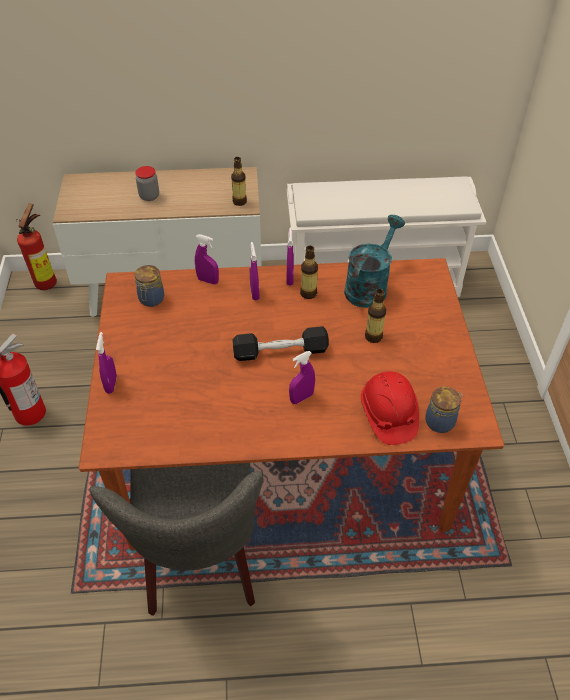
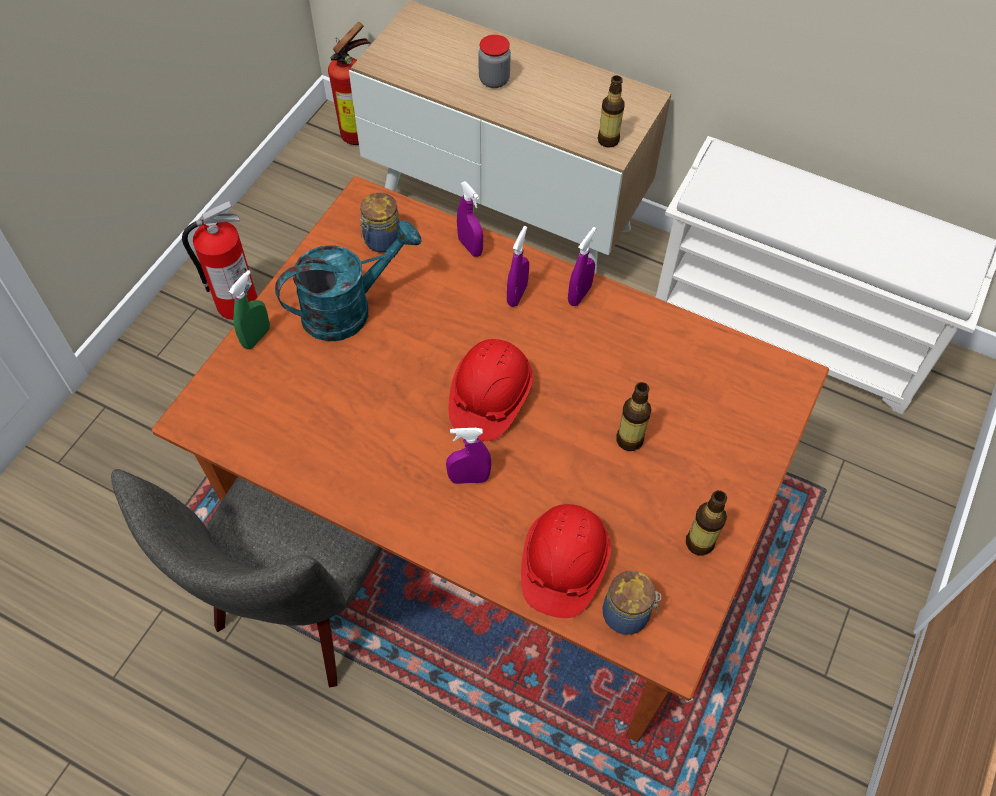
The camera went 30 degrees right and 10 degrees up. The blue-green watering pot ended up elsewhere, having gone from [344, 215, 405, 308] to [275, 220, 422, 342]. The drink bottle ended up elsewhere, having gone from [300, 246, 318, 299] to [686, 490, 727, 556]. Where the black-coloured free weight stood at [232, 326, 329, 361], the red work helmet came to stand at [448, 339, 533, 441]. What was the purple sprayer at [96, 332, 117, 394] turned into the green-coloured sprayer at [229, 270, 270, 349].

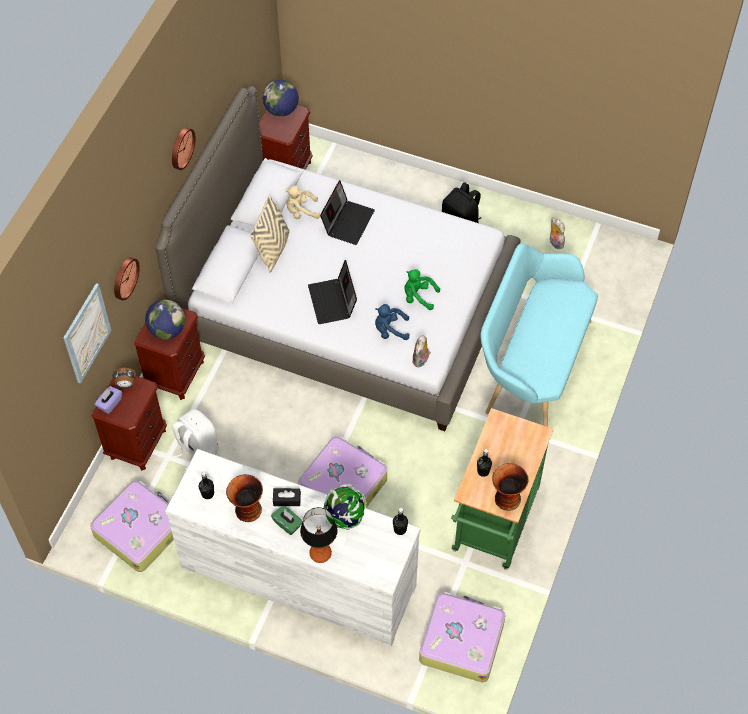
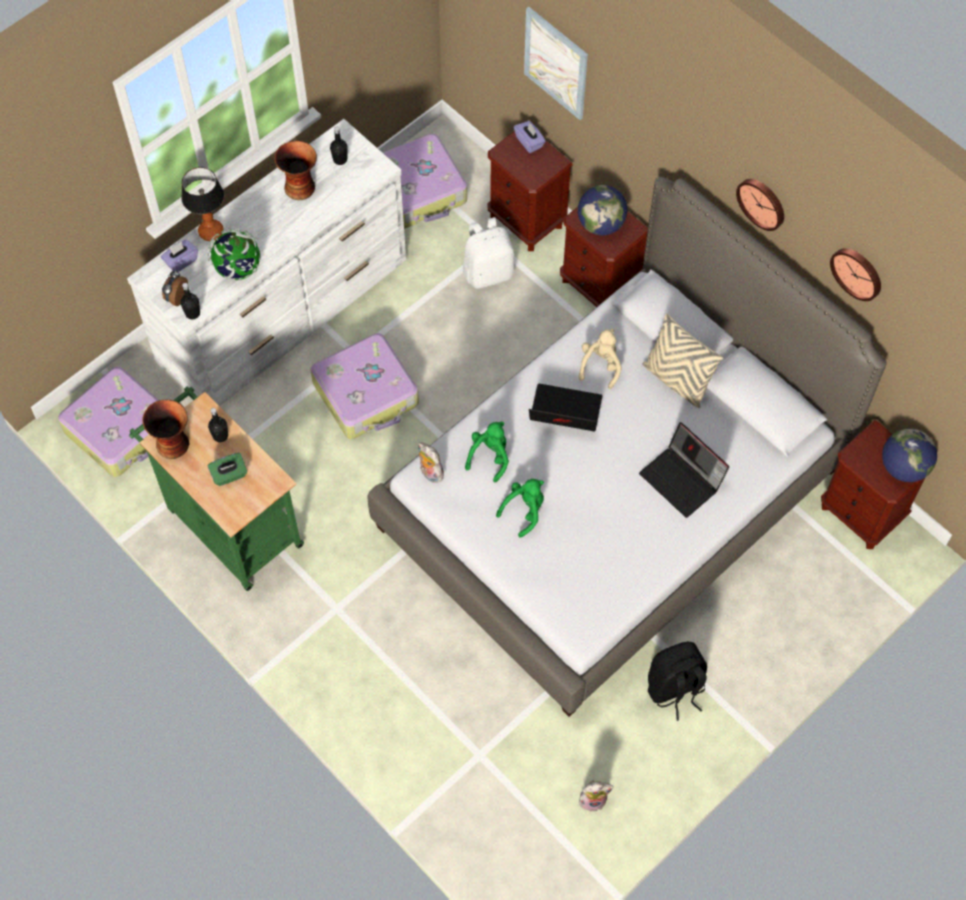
The camera went 115 degrees right and 5 degrees up. The beige-coloured plush toy ended up elsewhere, having gone from [286, 185, 320, 219] to [579, 329, 622, 389]. The second view lost the blue-green indoor bench at [481, 243, 598, 427]. The clock on the wall ended up elsewhere, having gone from [114, 257, 140, 301] to [830, 248, 881, 301]. What was the bluish plush toy at [375, 304, 410, 340] turned into the green-coloured plush toy at [465, 421, 509, 482]. The bedside clock ended up elsewhere, having gone from [112, 368, 136, 388] to [162, 270, 188, 306]. The second view lost the black-coloured tissue box at [273, 488, 301, 506]. The green-coloured tissue box ended up elsewhere, having gone from [271, 506, 303, 535] to [208, 453, 247, 486]. The second view gained the purple tissue box at [161, 240, 198, 272].

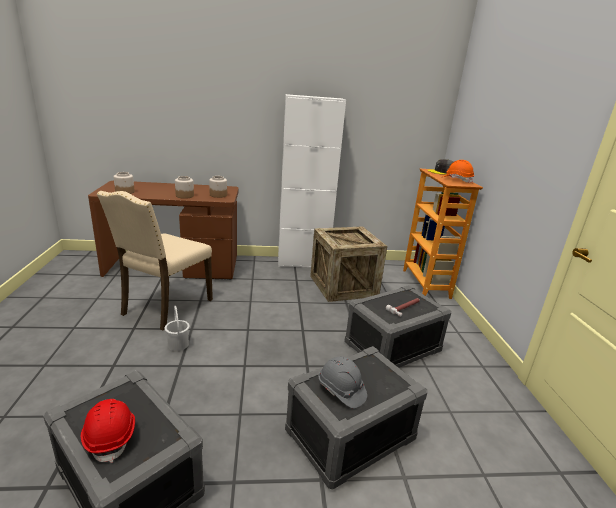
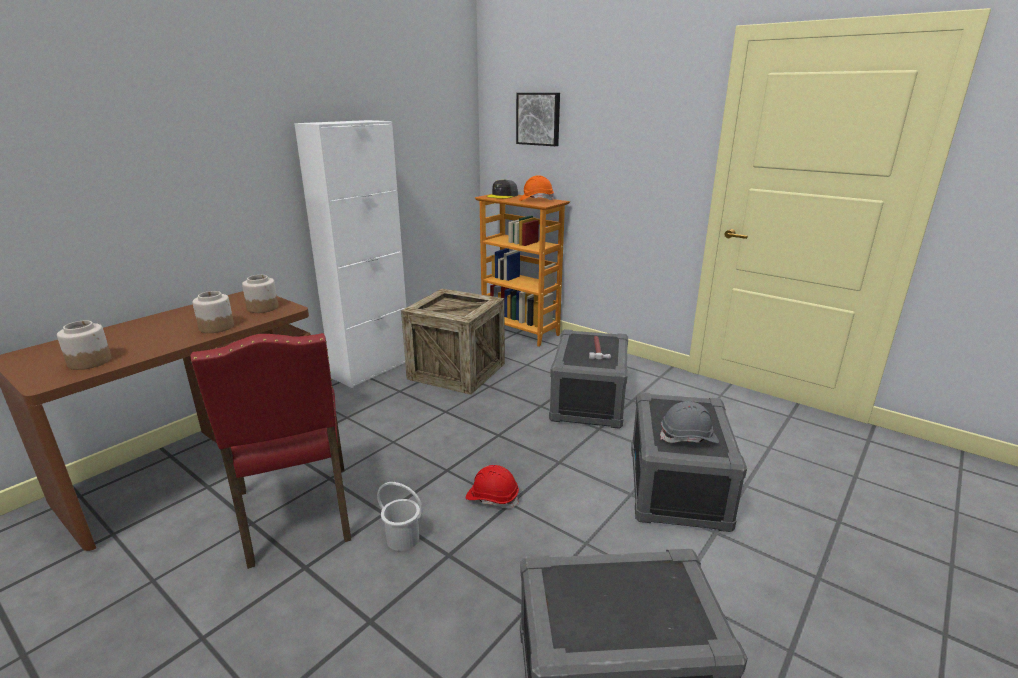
The camera went 45 degrees left and 0 degrees up. What was the beige-coloured upright chair at [97, 191, 213, 330] turned into the red upright chair at [190, 333, 351, 569]. The red work helmet ended up elsewhere, having gone from [81, 399, 135, 463] to [466, 465, 519, 509]. The second view gained the picture at [516, 93, 560, 146].

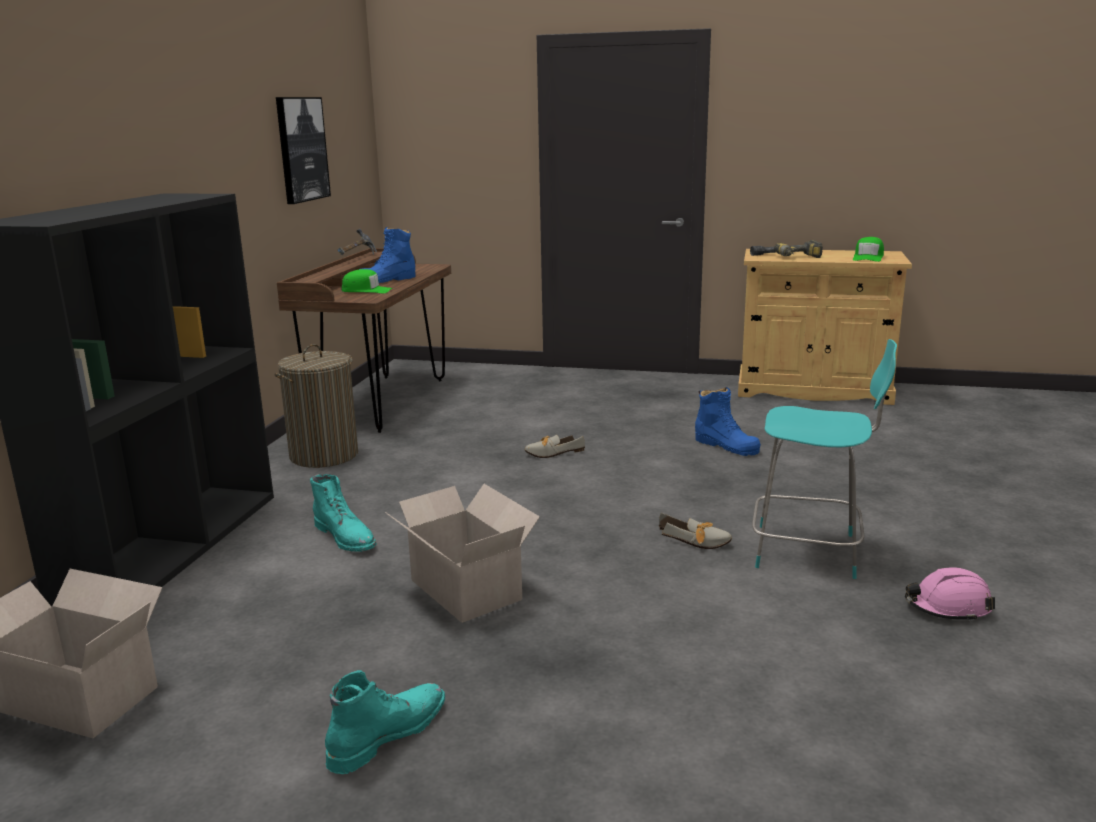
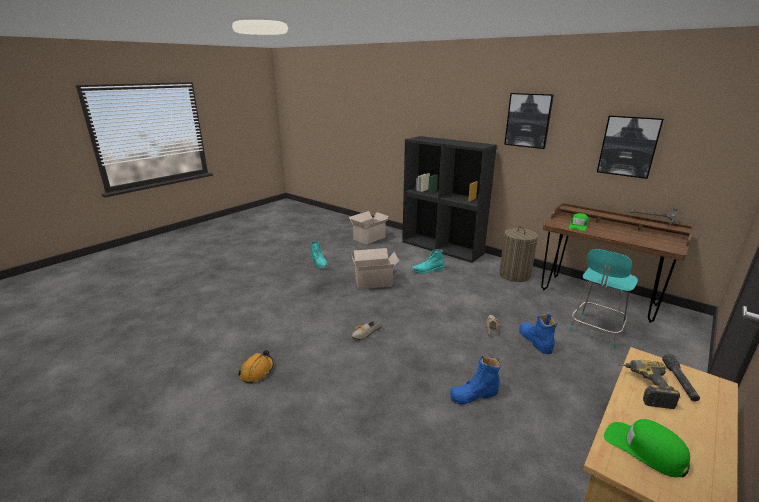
The camera went 115 degrees right and 5 degrees up. The bluish tall boot ended up elsewhere, having gone from [363, 227, 416, 283] to [519, 314, 557, 354]. The blue-green upright chair ended up elsewhere, having gone from [752, 339, 897, 579] to [569, 249, 638, 348]. What was the pinkish work helmet at [905, 567, 995, 622] turned into the orange-coloured work helmet at [238, 350, 274, 383]. The second view gained the picture at [504, 93, 554, 149].

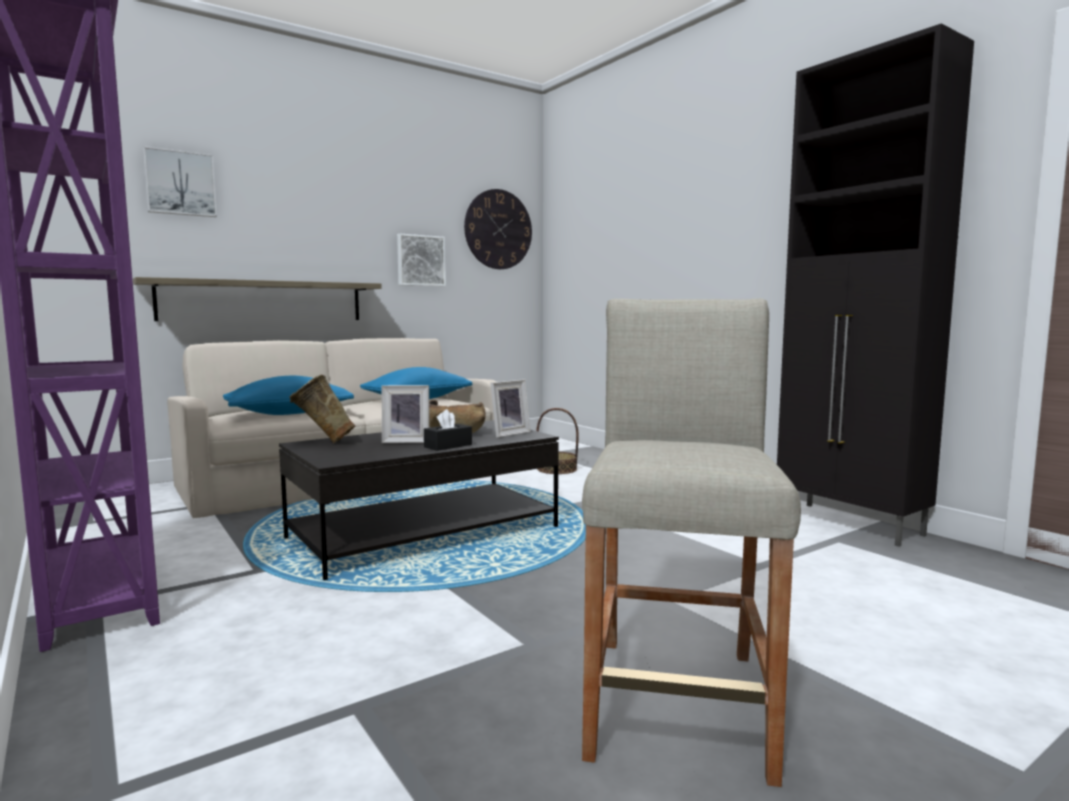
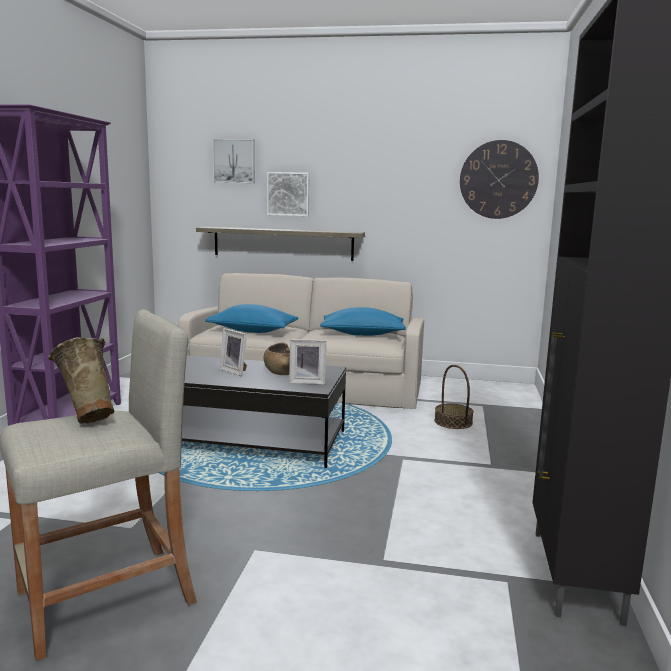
The camera went 45 degrees right and 5 degrees up. The picture ended up elsewhere, having gone from [397, 234, 446, 286] to [267, 172, 310, 216]. The beige-coloured decorative vase ended up elsewhere, having gone from [289, 375, 355, 443] to [48, 337, 114, 424]. The second view lost the black-coloured tissue box at [424, 409, 472, 451].

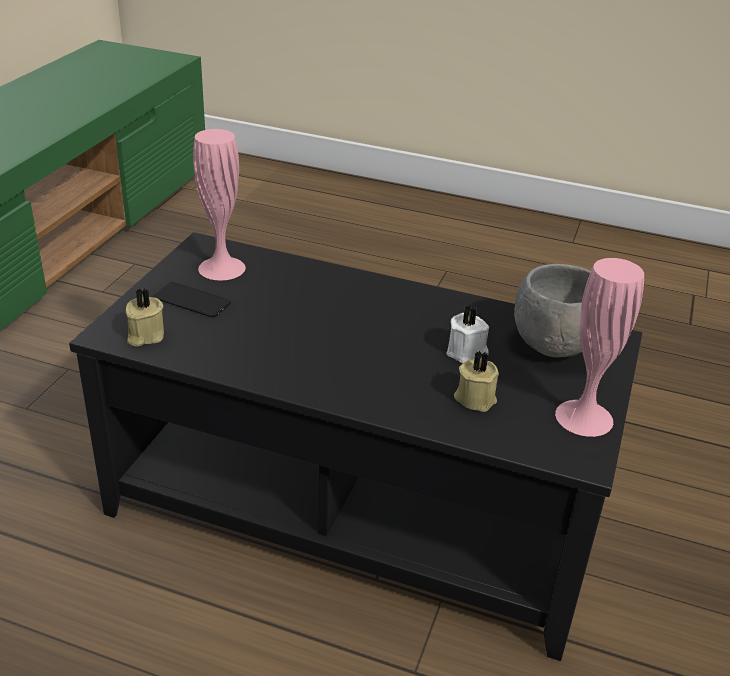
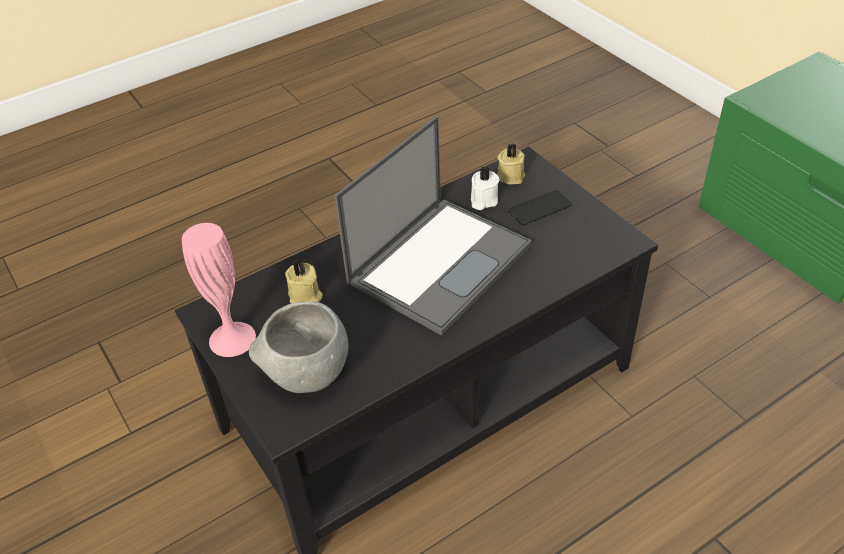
The camera went 130 degrees right and 10 degrees up. The second view lost the pinkish decorative vase at [193, 129, 246, 280]. The whitish candle ended up elsewhere, having gone from [447, 306, 489, 363] to [471, 166, 500, 210]. The second view gained the laptop at [334, 116, 532, 336].

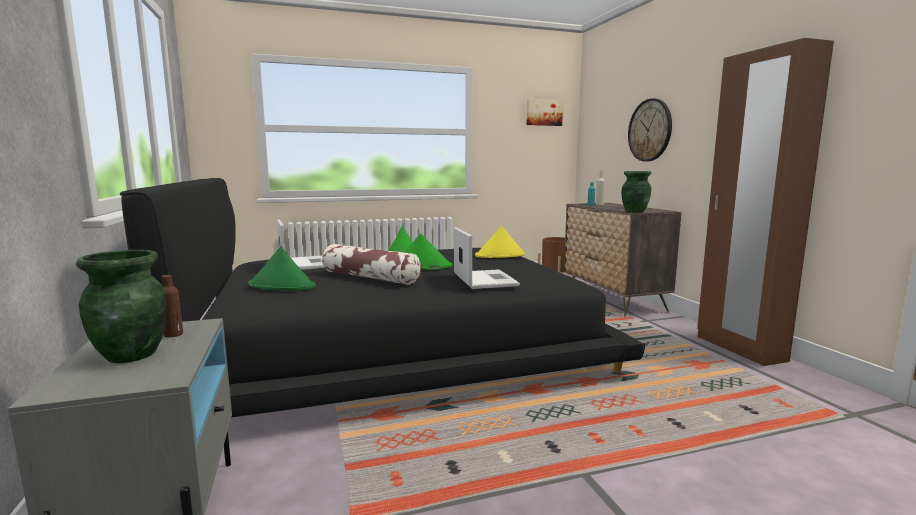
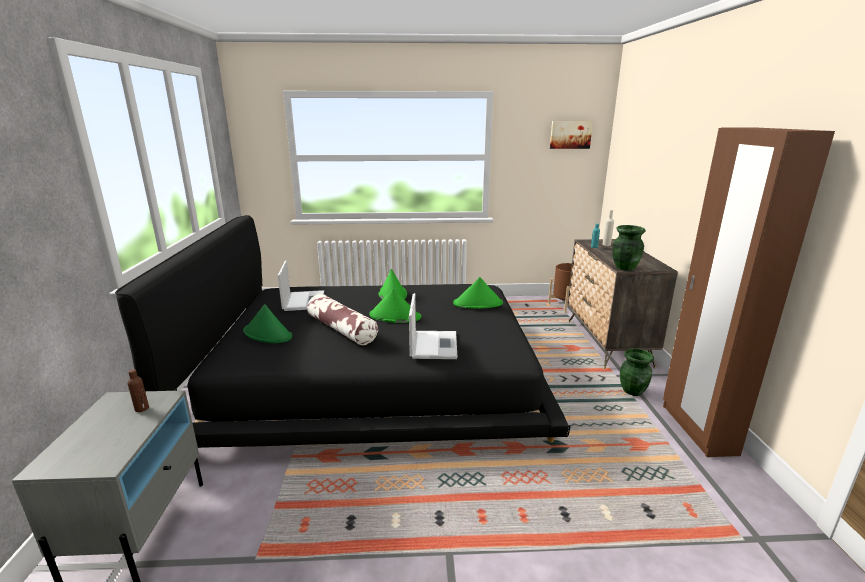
The camera went 15 degrees right and 10 degrees up. The second view lost the clock on the wall at [628, 98, 672, 162]. What was the yellow hat at [475, 226, 525, 258] turned into the green-coloured hat at [453, 277, 503, 309]. The green-coloured decorative vase ended up elsewhere, having gone from [76, 250, 167, 363] to [620, 348, 654, 396].

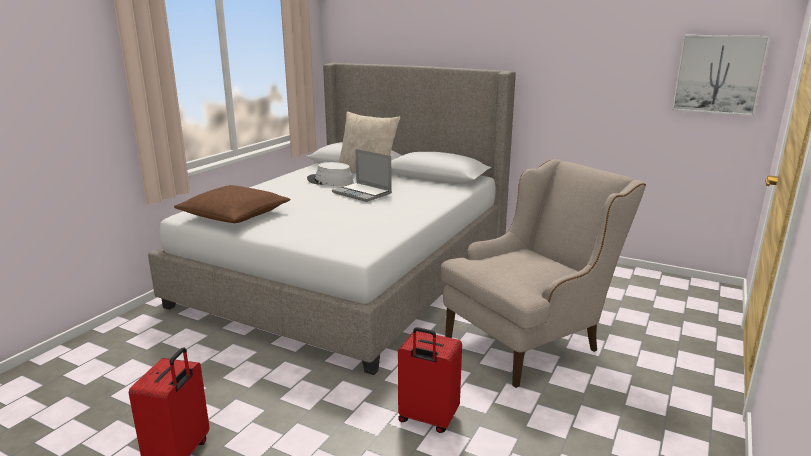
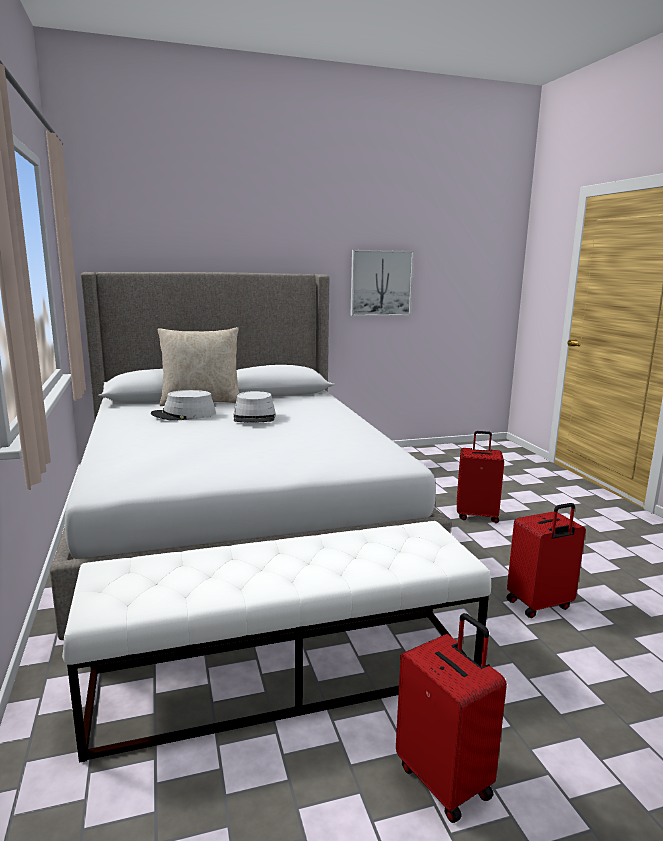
The camera went 45 degrees left and 5 degrees down. The picture ended up elsewhere, having gone from [672, 35, 770, 116] to [350, 250, 414, 316]. Where the laptop stood at [332, 149, 392, 202], the grey hat came to stand at [233, 391, 276, 423]. Where the beige-coloured easy chair stood at [441, 159, 646, 388], the red piece of luggage came to stand at [457, 431, 504, 523]. The second view lost the brownish throw pillow at [174, 185, 290, 223]. The second view gained the whitish indoor bench at [62, 521, 491, 763].

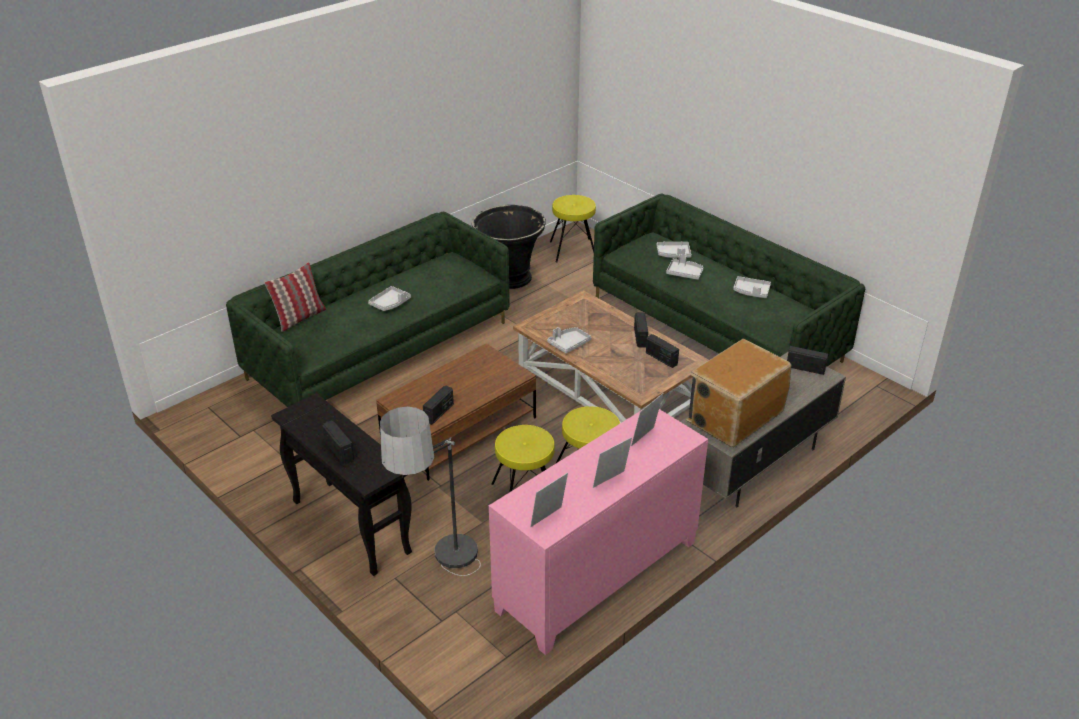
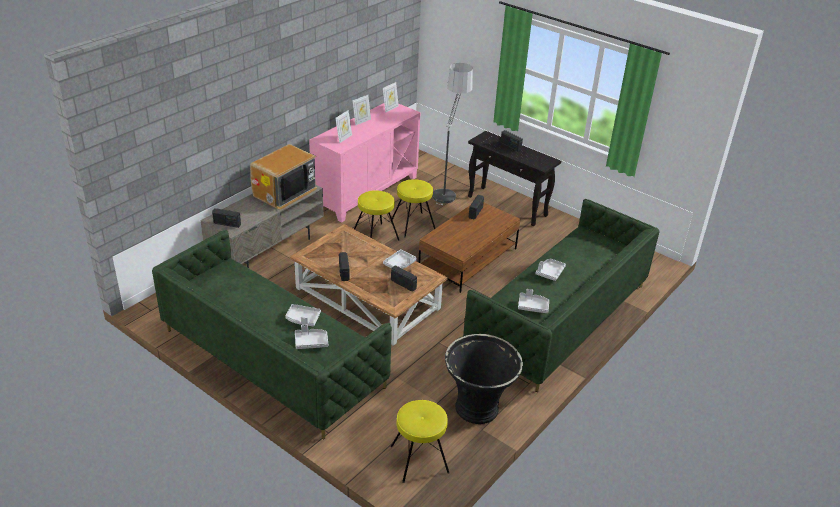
The camera went 170 degrees right and 0 degrees up. The second view lost the throw pillow at [265, 262, 326, 332]. The grey serving tray ended up elsewhere, having gone from [733, 276, 771, 298] to [518, 289, 549, 313]. The radio receiver ended up elsewhere, having gone from [646, 334, 679, 368] to [391, 265, 417, 292].

